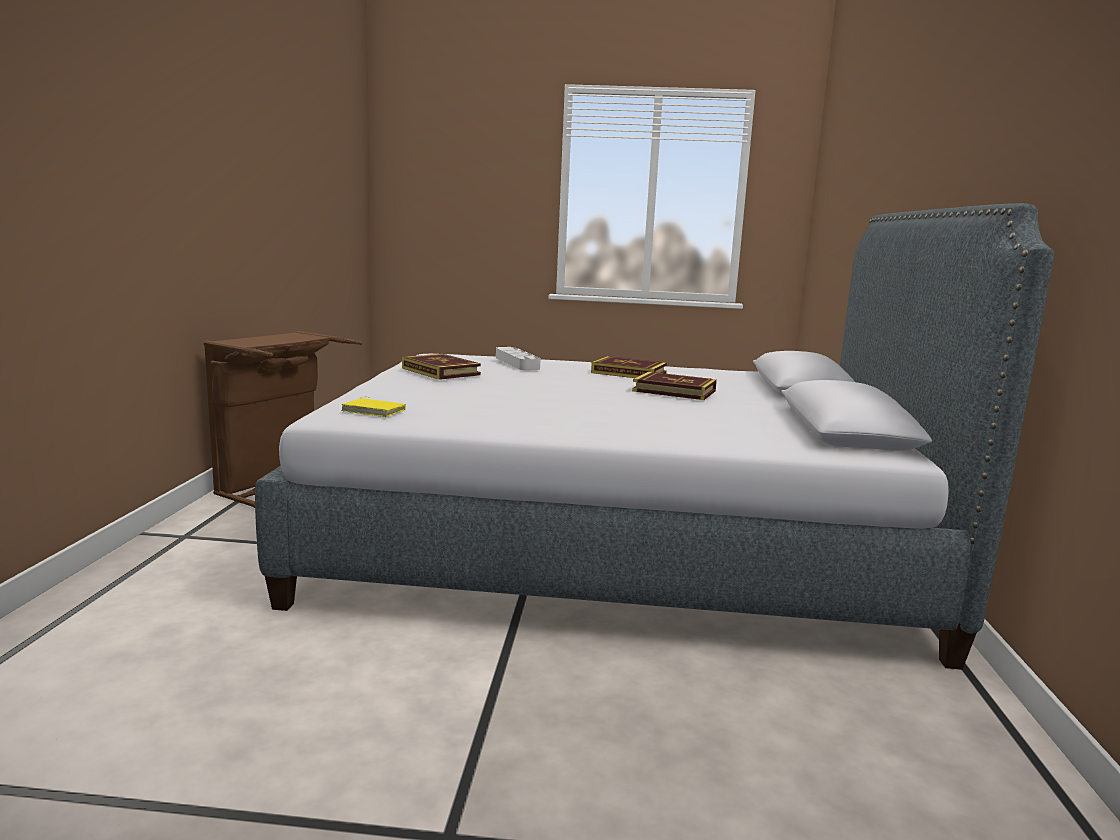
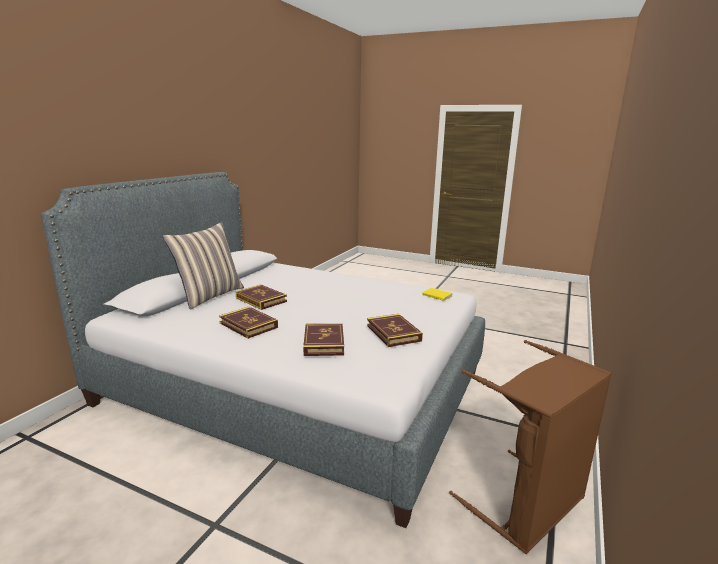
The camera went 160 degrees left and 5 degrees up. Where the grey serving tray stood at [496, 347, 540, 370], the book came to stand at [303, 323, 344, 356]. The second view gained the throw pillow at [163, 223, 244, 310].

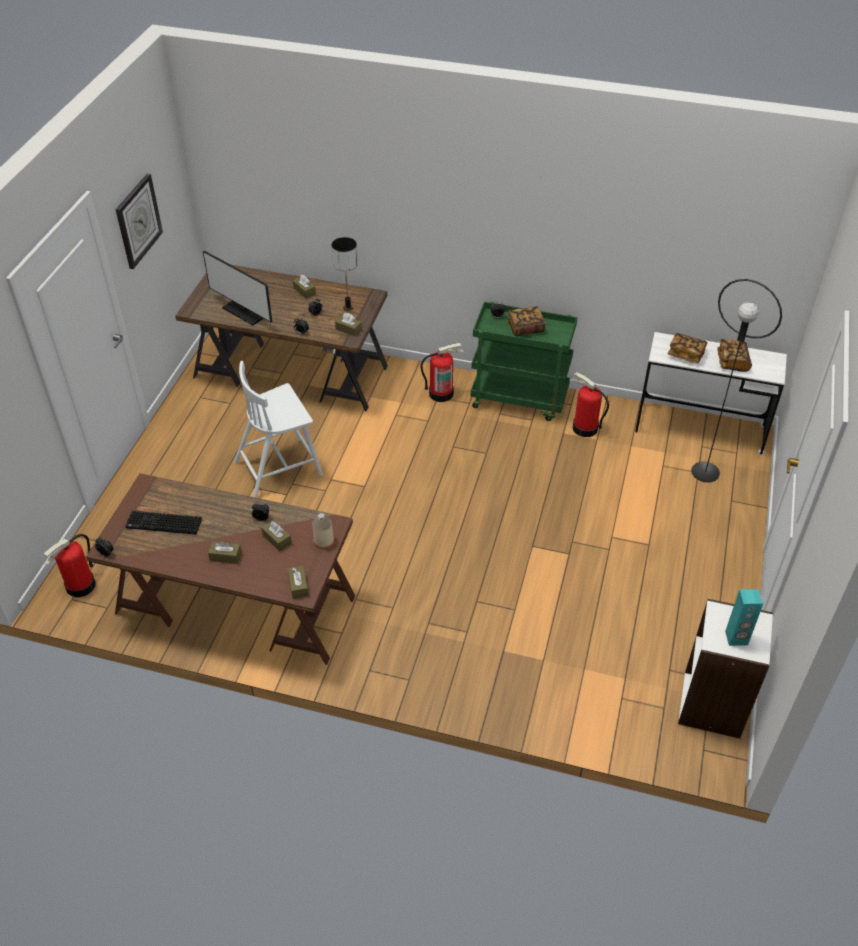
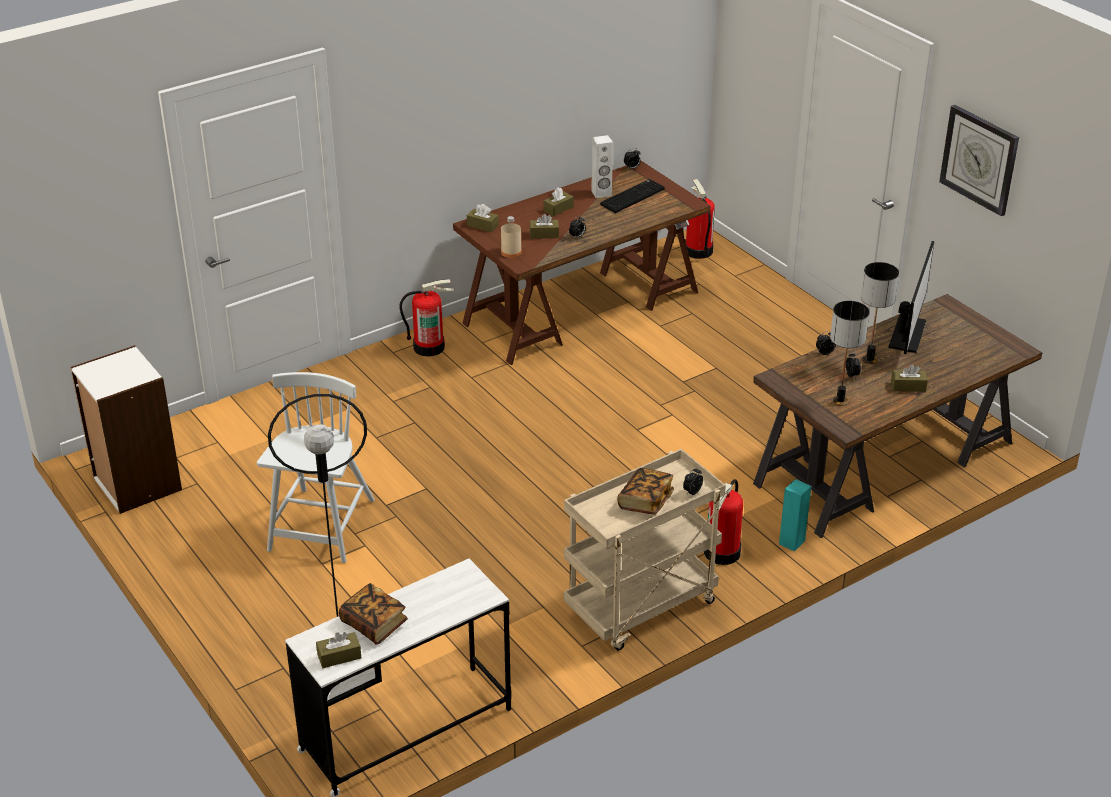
The camera went 130 degrees right and 10 degrees down. The computer display at [203, 251, 272, 325] ended up facing another way, 120 degrees clockwise from before. What was the green-coloured cart at [471, 302, 578, 421] turned into the beige-coloured cart at [564, 449, 726, 651]. The brownish tissue box ended up elsewhere, having gone from [335, 313, 362, 336] to [316, 632, 361, 668]. The second view lost the book at [668, 333, 708, 364]. The whitish upright chair ended up elsewhere, having gone from [234, 361, 323, 498] to [257, 372, 375, 563]. The extinguisher ended up elsewhere, having gone from [571, 372, 609, 437] to [399, 279, 455, 357]. The blue-green audio speaker ended up elsewhere, having gone from [725, 589, 763, 646] to [779, 479, 811, 552]. The second view gained the whitish audio speaker at [591, 135, 613, 198]. The second view gained the lamp for a table at [861, 262, 899, 365].

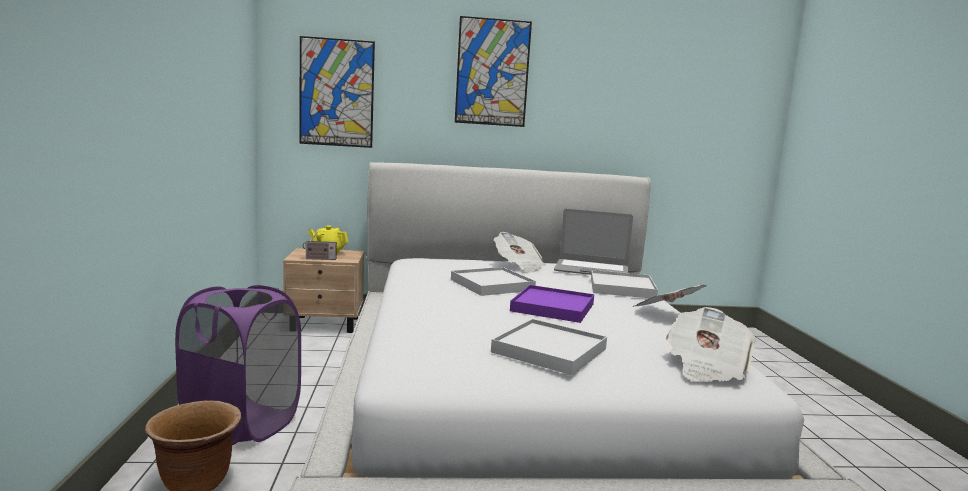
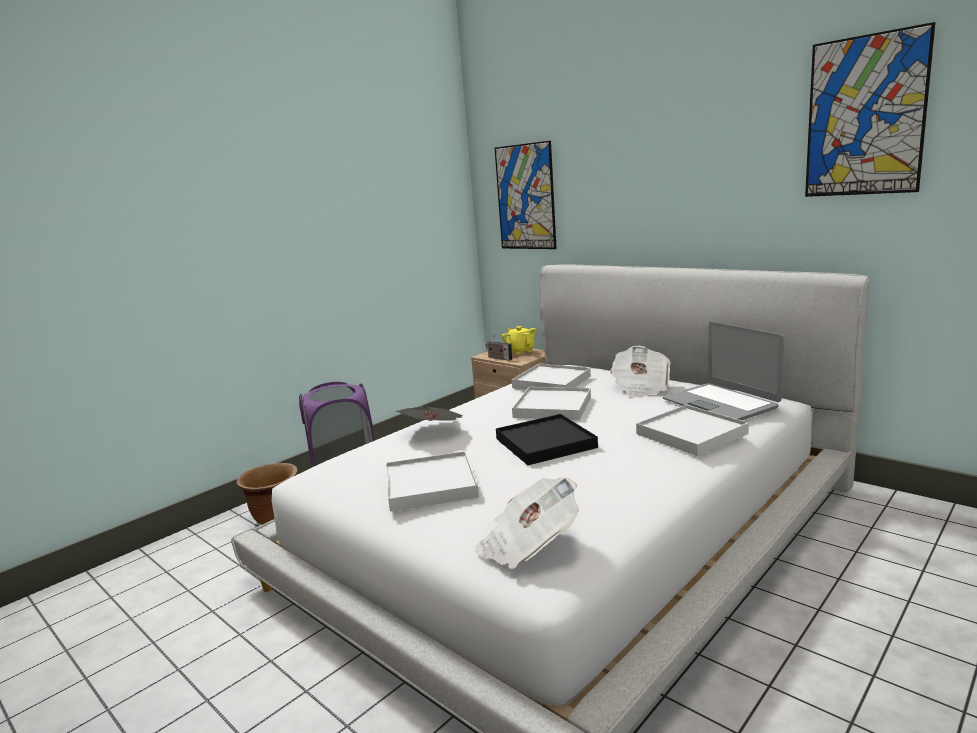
The camera went 50 degrees right and 5 degrees up. The picture ended up elsewhere, having gone from [455, 16, 532, 127] to [805, 22, 935, 197]. The newspaper ended up elsewhere, having gone from [633, 284, 707, 307] to [395, 407, 463, 421]. What was the purple serving tray at [510, 285, 594, 323] turned into the black-coloured serving tray at [496, 414, 598, 465]. The second view gained the whitish serving tray at [512, 363, 591, 390].

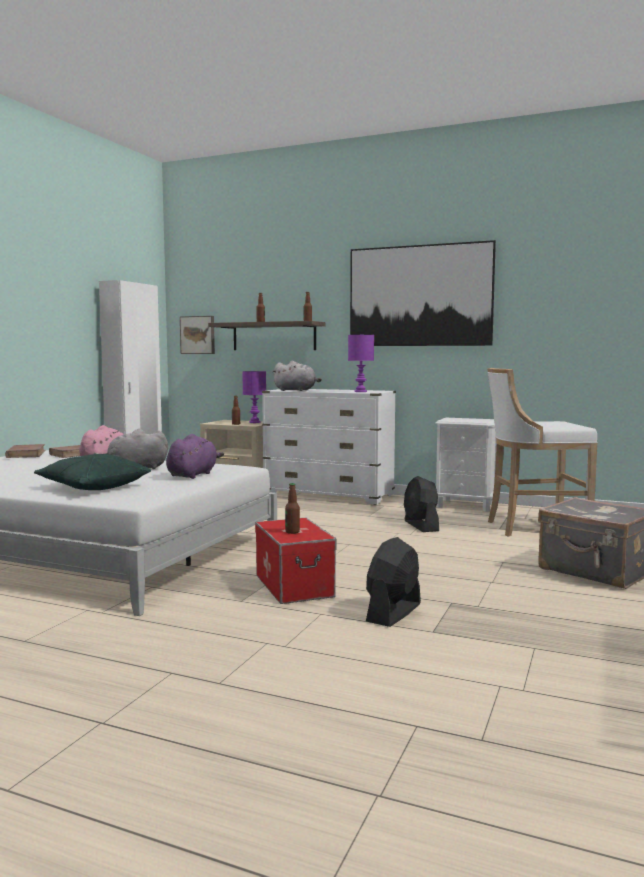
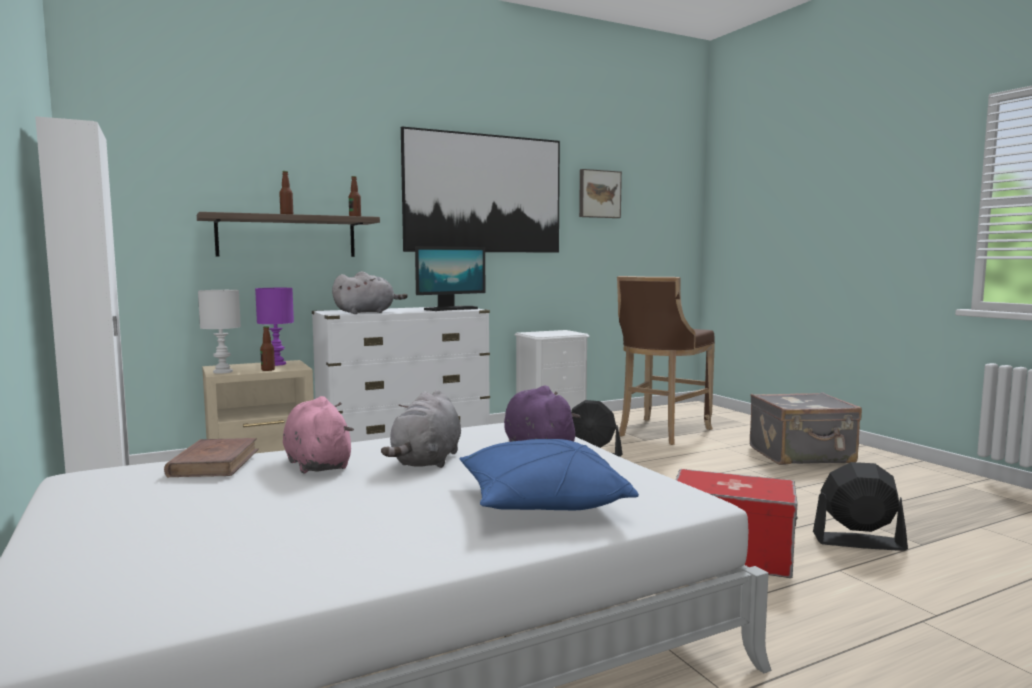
The camera went 50 degrees left and 0 degrees up. The picture ended up elsewhere, having gone from [180, 316, 215, 354] to [579, 169, 622, 218]. Where the purple lamp for a table stood at [348, 335, 374, 392], the computer display came to stand at [415, 246, 485, 311]. What was the whitish sitting stool at [487, 368, 598, 536] turned into the brownish sitting stool at [617, 276, 715, 445]. The second view lost the brownish book at [5, 444, 46, 458]. What was the green-coloured throw pillow at [34, 454, 151, 490] turned into the bluish throw pillow at [459, 439, 639, 510]. The second view lost the drink bottle at [285, 483, 300, 534]. The black-coloured cooling fan at [366, 537, 421, 627] ended up facing another way, 120 degrees clockwise from before. The second view gained the whitish lamp for a table at [198, 290, 241, 374].

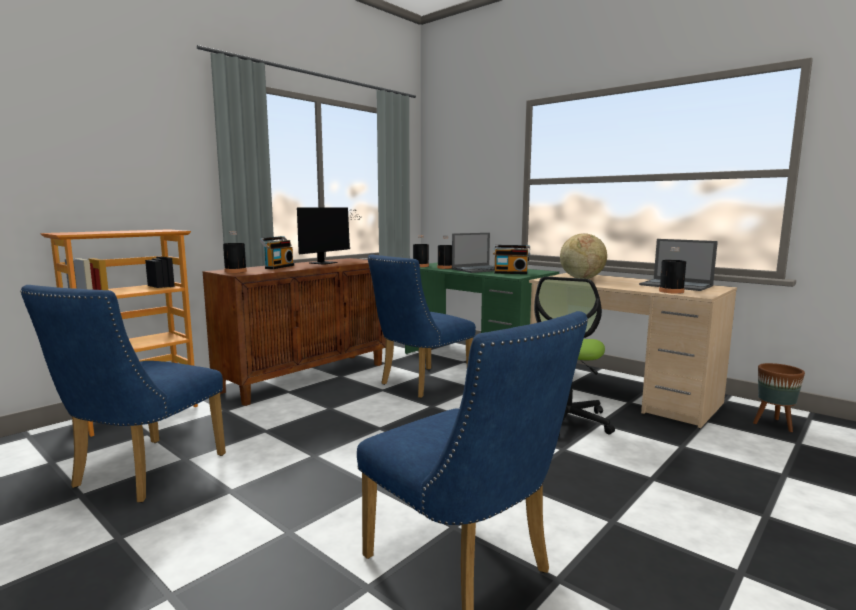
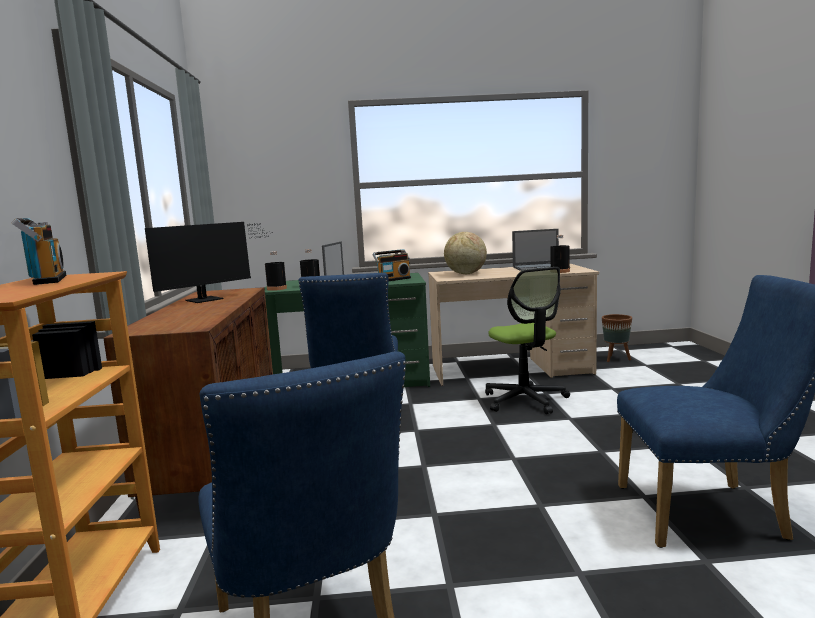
The camera went 45 degrees left and 0 degrees up. The computer display at [297, 208, 363, 265] ended up facing another way, 60 degrees clockwise from before. The second view lost the black-coloured drink bottle at [223, 231, 247, 273]. The radio receiver ended up elsewhere, having gone from [259, 236, 294, 269] to [12, 218, 66, 285].

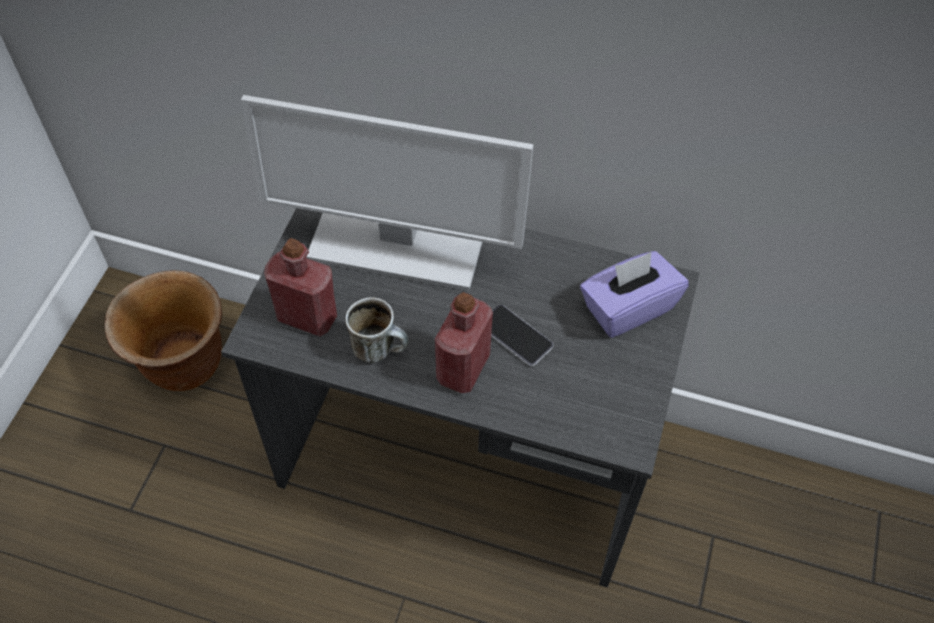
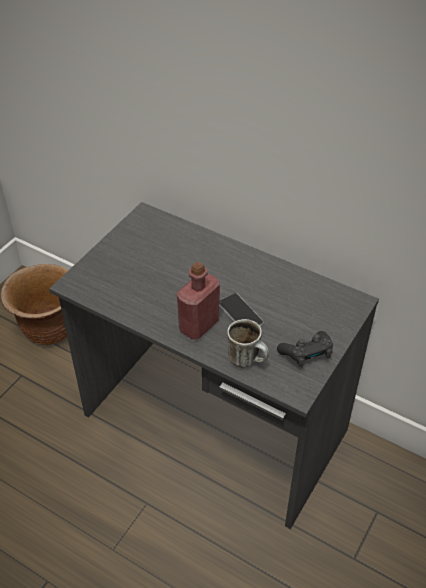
The camera went 15 degrees right and 10 degrees down. The second view lost the computer display at [241, 95, 534, 291]. The second view lost the red drink bottle at [264, 238, 337, 336]. The second view lost the purple tissue box at [580, 251, 689, 338]. The coffee mug ended up elsewhere, having gone from [345, 297, 409, 363] to [227, 319, 269, 368]. The second view gained the black-coloured gamepad at [277, 331, 333, 368].

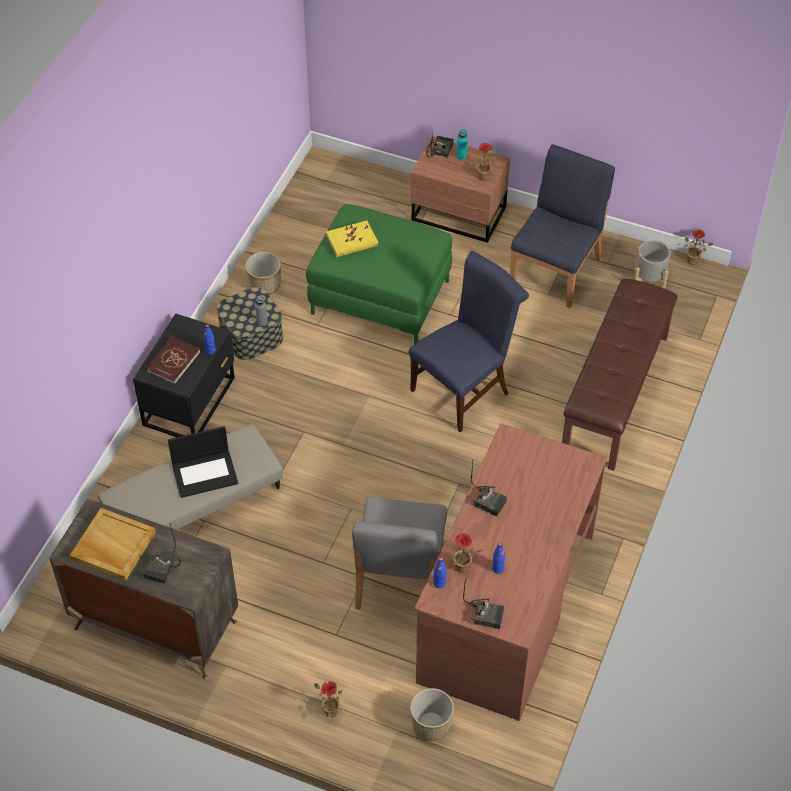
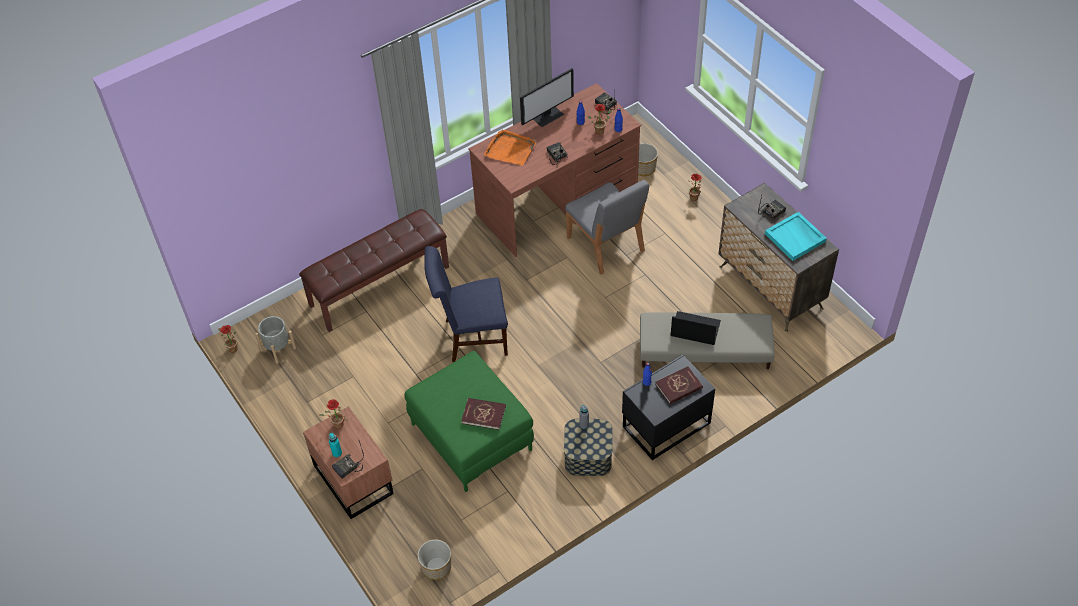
The camera went 145 degrees left and 0 degrees up. The second view lost the bluish upright chair at [510, 144, 615, 308]. What was the yellow book at [326, 221, 378, 257] turned into the red book at [461, 398, 506, 430]. The planter ended up elsewhere, having gone from [245, 252, 281, 295] to [418, 539, 451, 580]. The grey upright chair at [352, 497, 447, 610] ended up facing another way, 105 degrees clockwise from before. What was the beige-coloured serving tray at [70, 508, 156, 581] turned into the blue-green serving tray at [765, 212, 827, 261]. The second view gained the computer display at [520, 68, 574, 127]. The second view gained the orange-coloured serving tray at [484, 129, 536, 165].

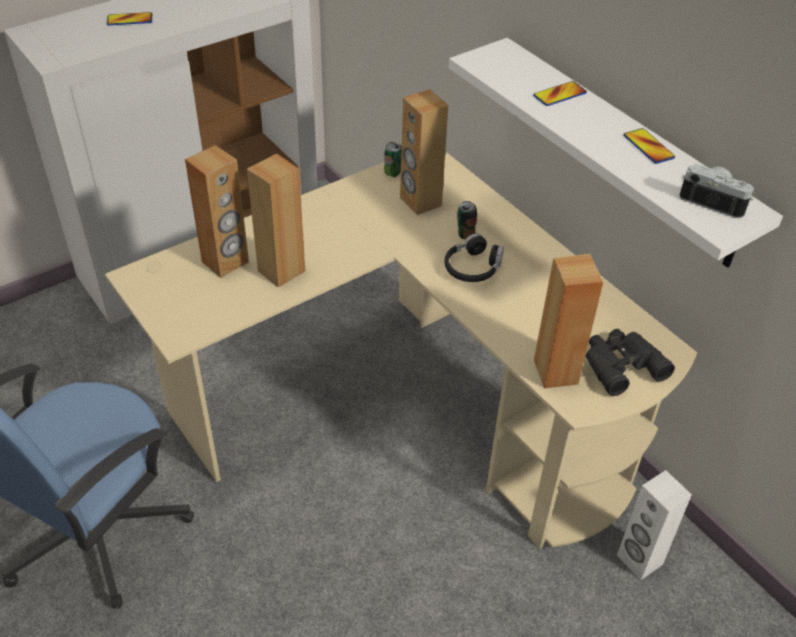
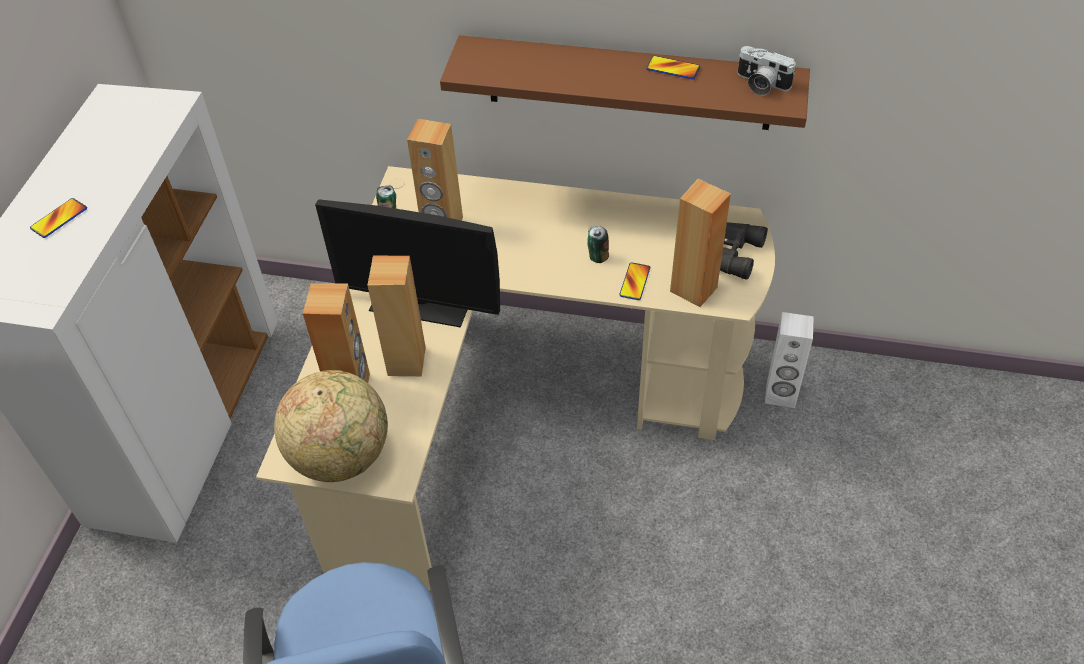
The camera went 40 degrees left and 5 degrees up. What was the whitish shelf at [449, 38, 783, 268] turned into the brownish shelf at [440, 35, 810, 130]. The telephone ended up elsewhere, having gone from [533, 81, 587, 106] to [619, 262, 650, 300]. The photo camera at [679, 163, 754, 218] ended up facing another way, 135 degrees counterclockwise from before. The metal can ended up elsewhere, having gone from [457, 201, 477, 239] to [587, 226, 609, 263]. The second view lost the black-coloured pair of headphones at [444, 233, 504, 282]. The second view gained the computer display at [315, 199, 500, 328]. The second view gained the desk globe at [274, 370, 388, 482].

